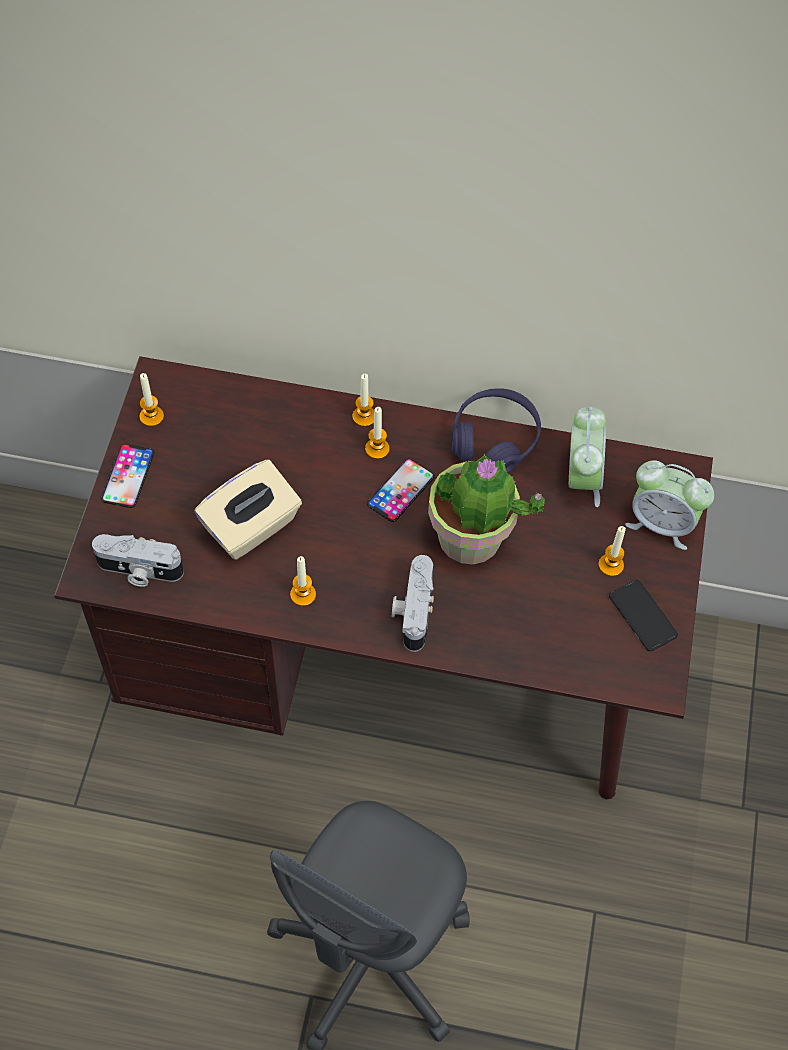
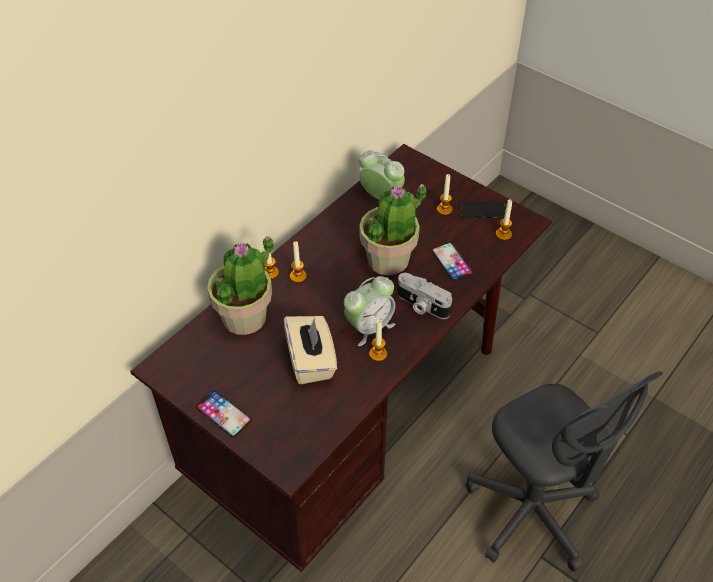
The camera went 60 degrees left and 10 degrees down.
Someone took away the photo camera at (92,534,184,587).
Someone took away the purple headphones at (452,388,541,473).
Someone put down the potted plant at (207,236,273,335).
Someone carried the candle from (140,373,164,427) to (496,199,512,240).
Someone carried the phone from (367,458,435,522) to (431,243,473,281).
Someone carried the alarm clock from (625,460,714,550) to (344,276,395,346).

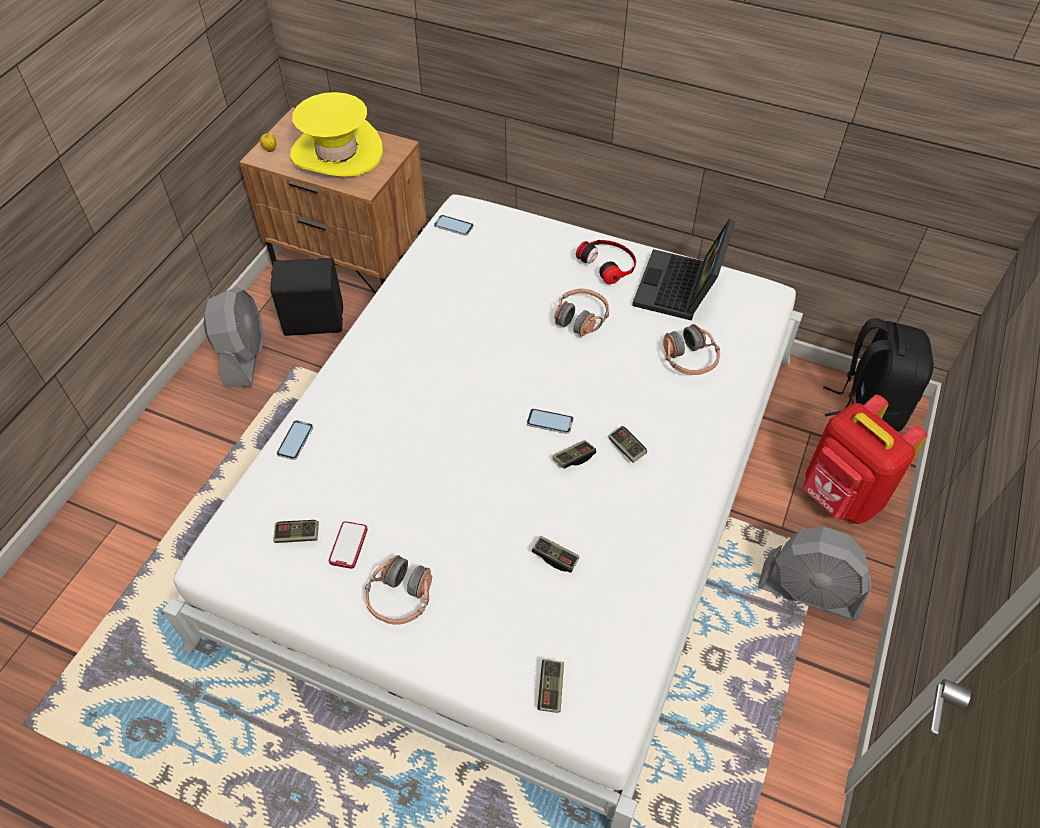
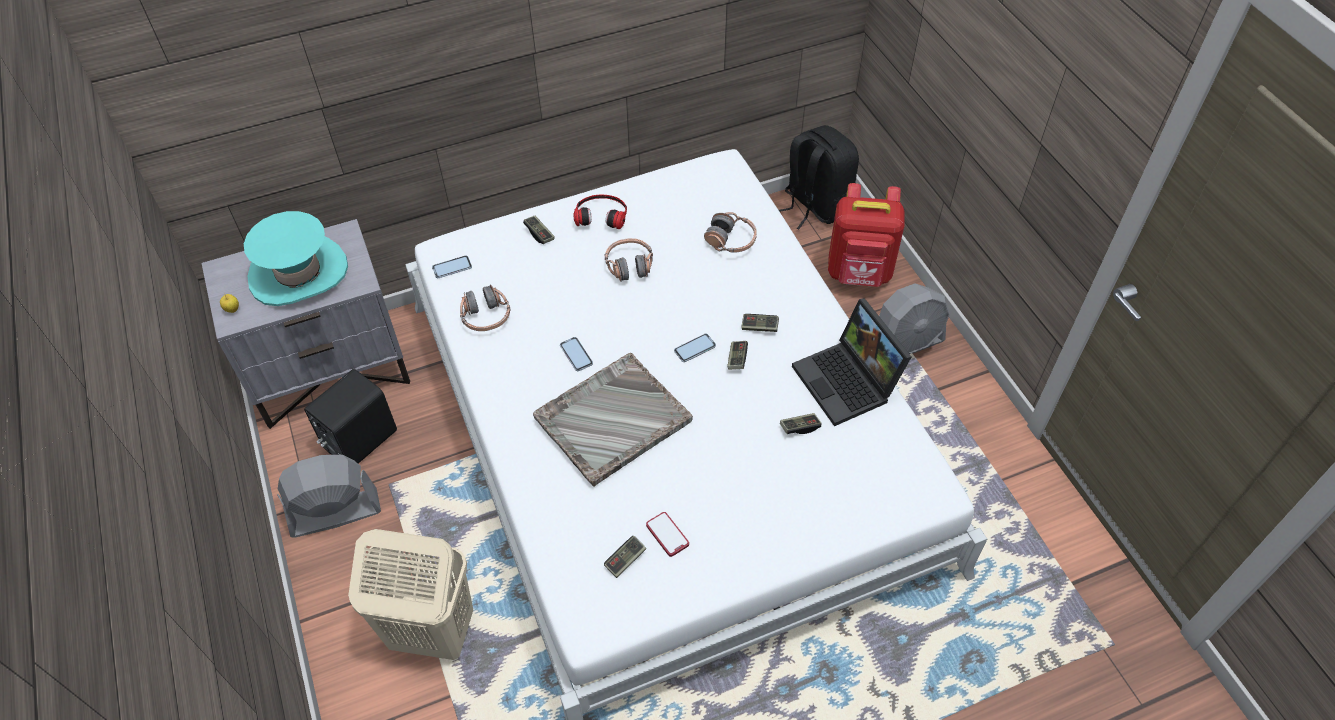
The camera went 45 degrees left and 0 degrees up.
Someone put down the beige laundry basket at (348,529,473,660).
Someone put down the grey tray at (533,353,693,487).
Someone carried the phone from (276,420,313,460) to (560,337,593,371).
Someone carried the headphones from (365,555,432,625) to (460,284,511,331).
Someone carried the game controller from (537,659,564,713) to (523,215,555,244).
Someone carried the laptop from (632,219,735,321) to (792,298,911,426).
Someone repainted the brown nightstand at (240,107,427,294), which became the grey nightstand at (202,219,410,429).
Someone repainted the yellow hat at (290,92,383,177), which became the turquoise hat at (244,211,348,306).
Someone rotated the grey fan at (204,287,264,388) by 60 degrees counterclockwise.

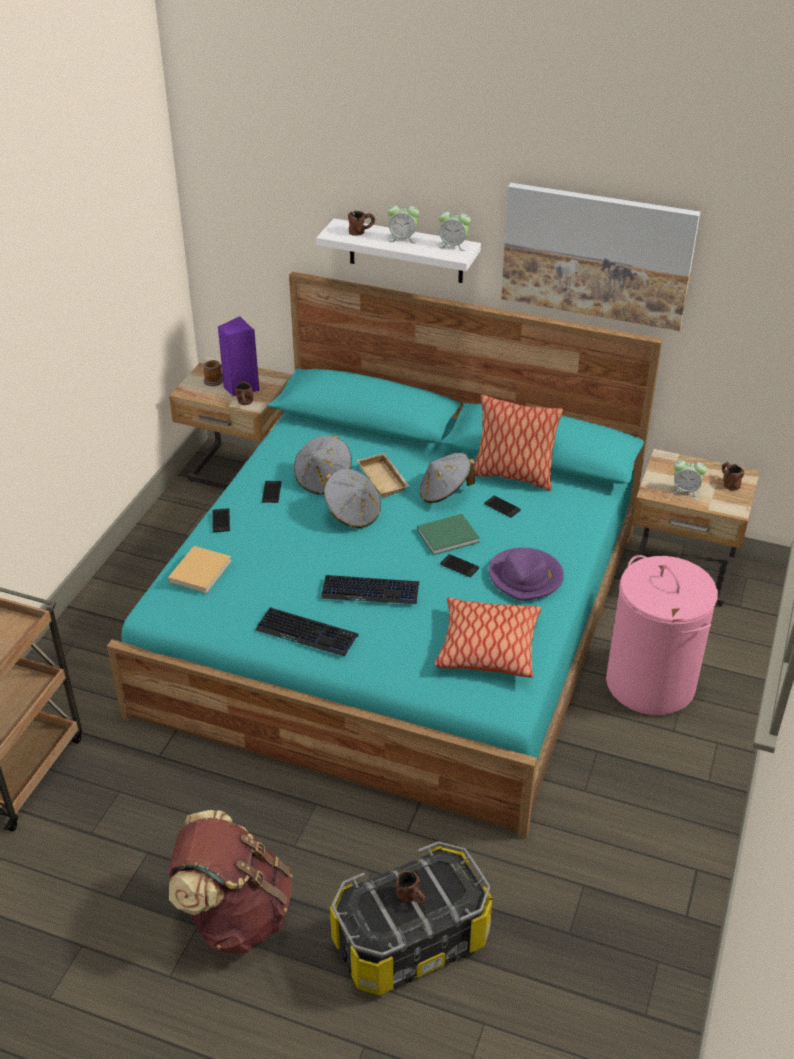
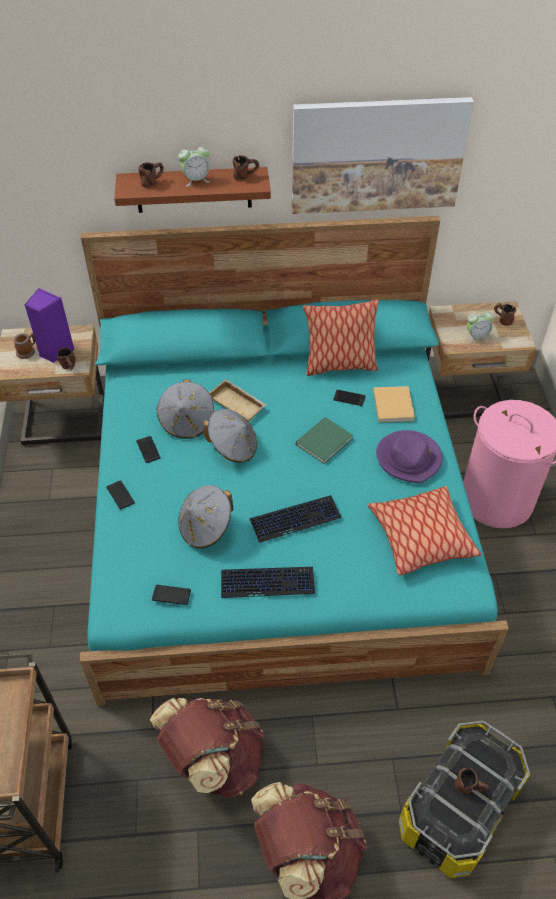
The camera went 25 degrees left and 10 degrees up.
Someone put down the brown backpack at (150,697,265,797).
Someone carried the beige book from (168,546,232,593) to (373,386,415,422).
Someone carried the grey hat from (420,453,475,503) to (178,485,233,549).
Someone carried the phone from (440,554,479,577) to (152,585,191,605).
Someone swapped the alarm clock at (439,207,471,251) for the brown mug at (232,155,259,180).
Someone repainted the white shelf at (316,218,481,283), which became the brown shelf at (114,167,271,213).

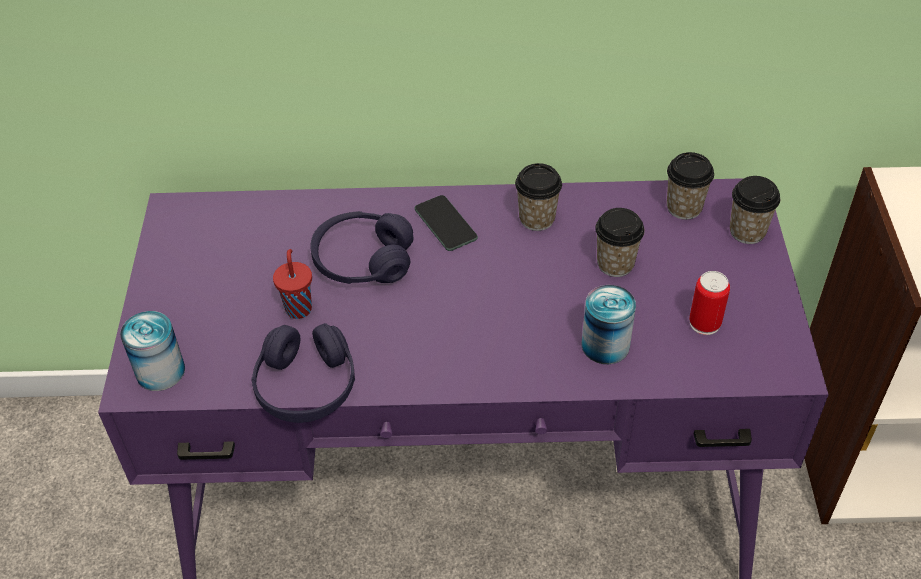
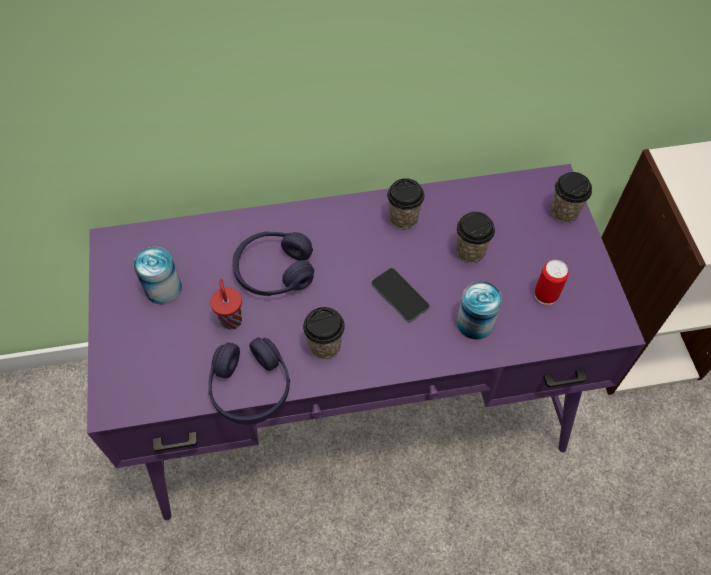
The camera went 10 degrees left and 10 degrees up.
Someone carried the can from (120,311,185,391) to (134,247,182,304).
Someone carried the phone from (414,195,478,251) to (371,268,430,322).
Someone carried the cup from (667,152,714,220) to (303,307,345,359).

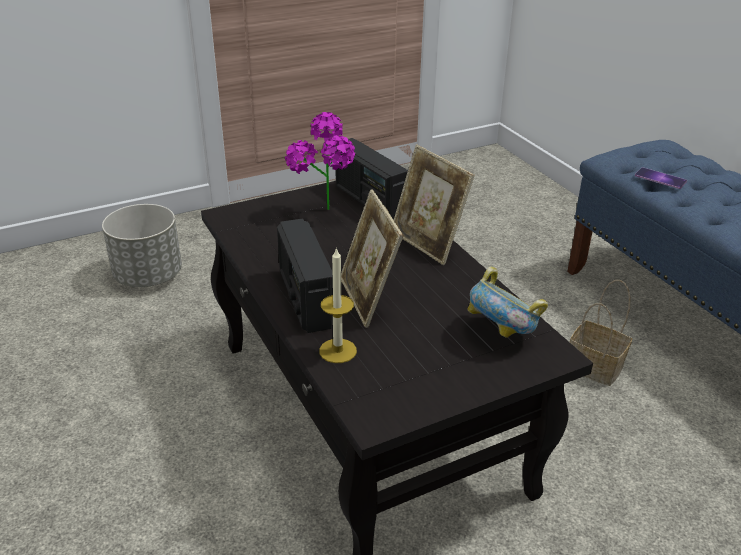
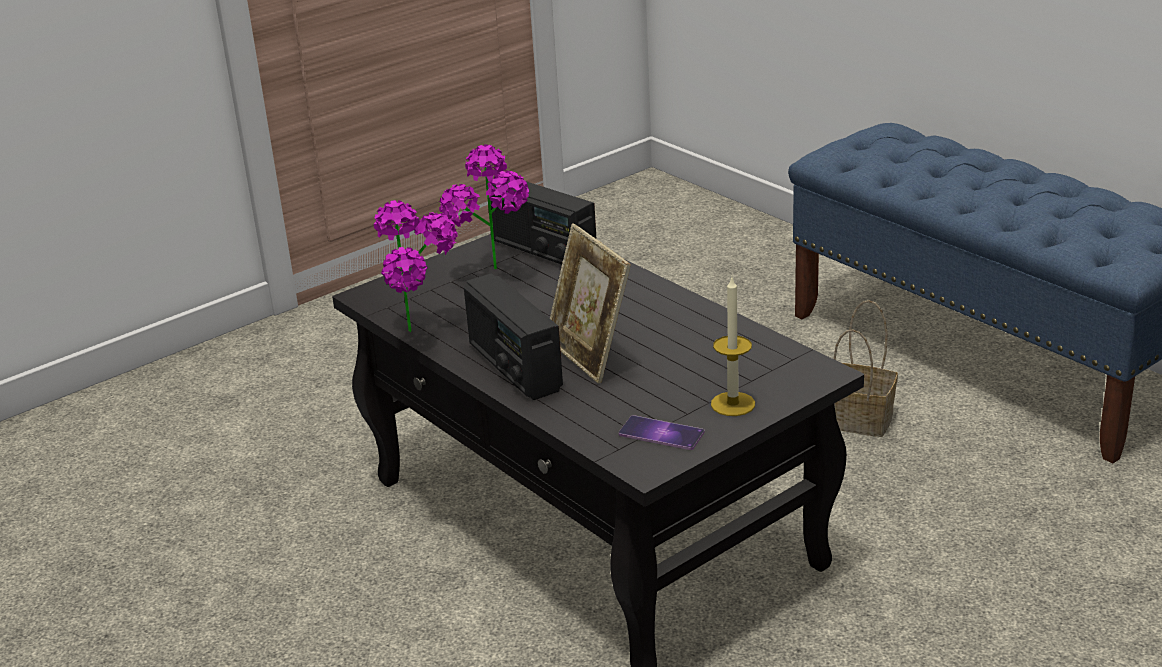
The camera went 10 degrees left and 5 degrees down.
Someone took away the grey planter at (102,204,182,287).
Someone took away the picture frame at (394,145,474,265).
Someone took away the bowl at (467,266,548,338).
Someone put down the potted plant at (374,200,458,332).
Someone carried the candle from (319,247,357,363) to (711,278,755,416).
Someone carried the phone from (635,167,687,189) to (619,415,705,450).

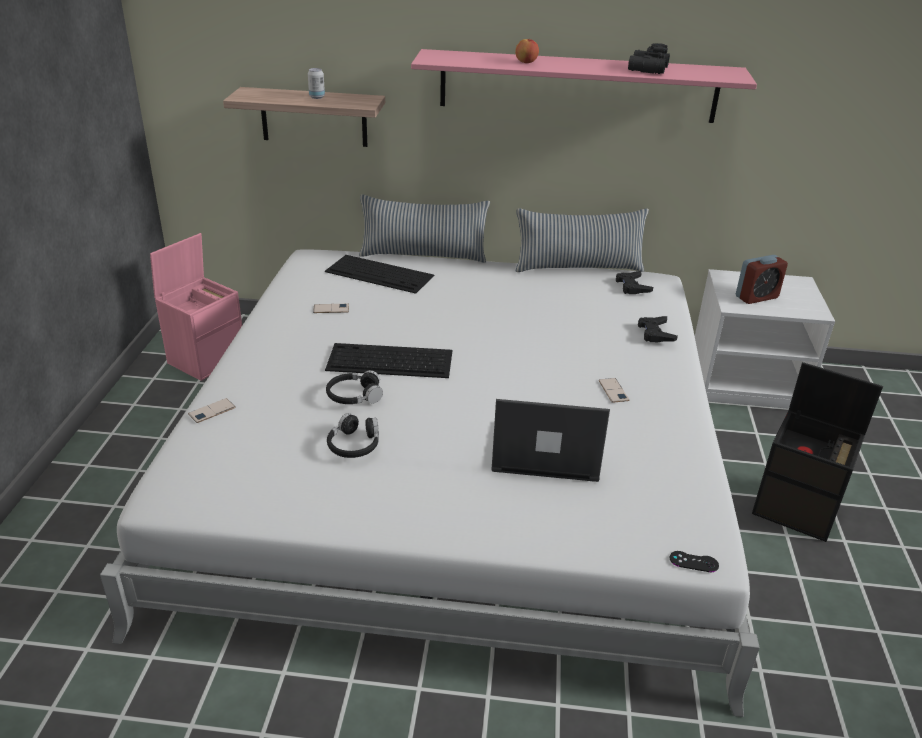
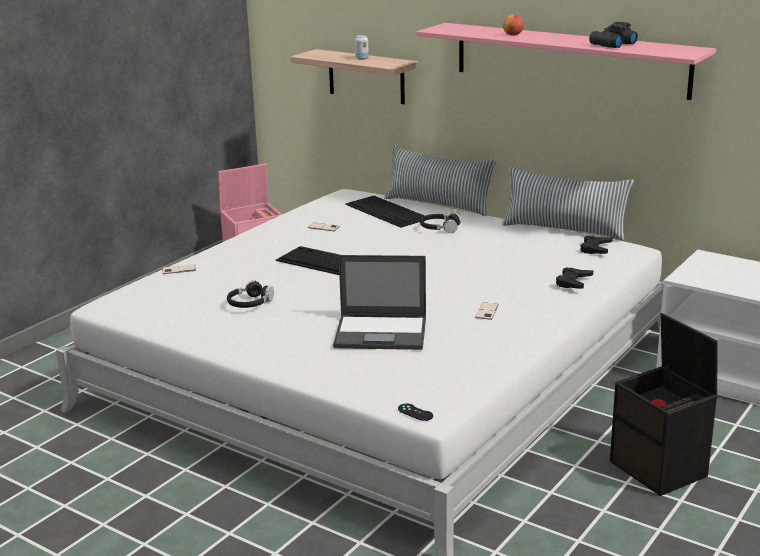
The camera went 30 degrees right and 10 degrees down.
Someone took away the alarm clock at (736,255,788,304).
Someone carried the black headphones from (326,370,383,404) to (420,213,462,233).
Someone rotated the laptop at (491,399,610,482) by 150 degrees clockwise.

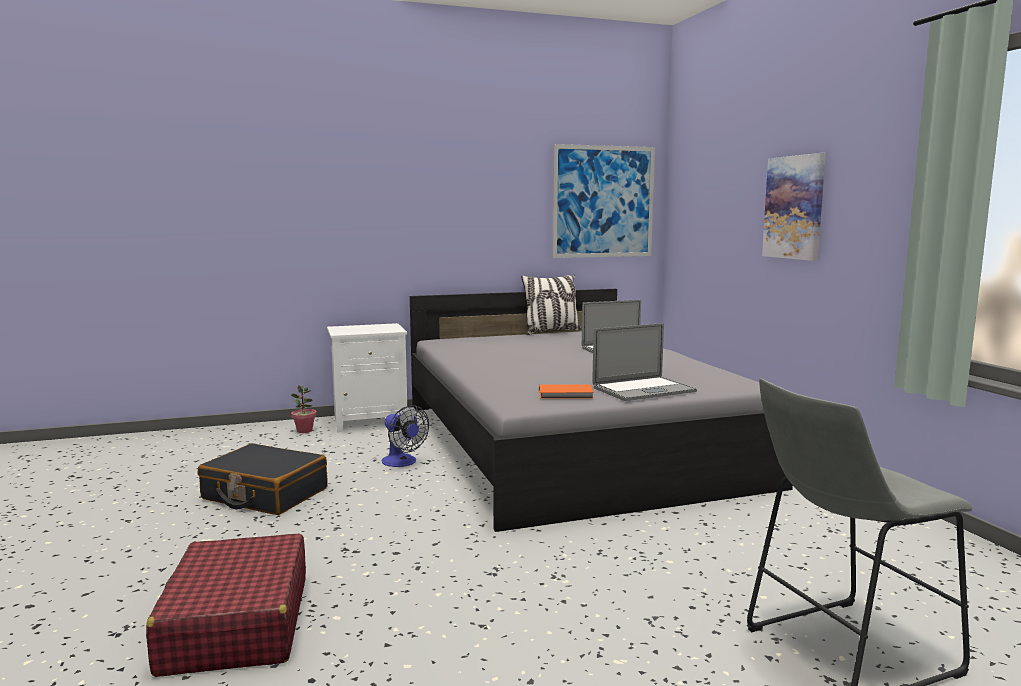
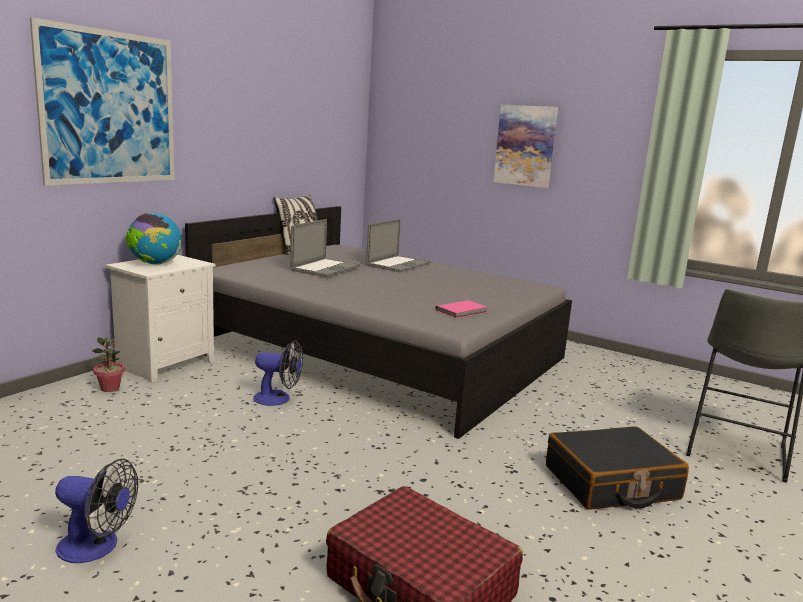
The camera went 40 degrees left and 5 degrees up.
Someone put down the fan at (55,459,138,563).
Someone put down the globe at (126,213,181,264).
Someone carried the black suitcase from (198,443,328,515) to (546,426,689,510).
Someone carried the picture from (552,144,655,258) to (30,17,175,186).
Someone carried the laptop from (592,323,697,401) to (290,219,360,277).
Someone repainted the orange book at (539,385,594,399), which became the pink book at (435,300,488,318).

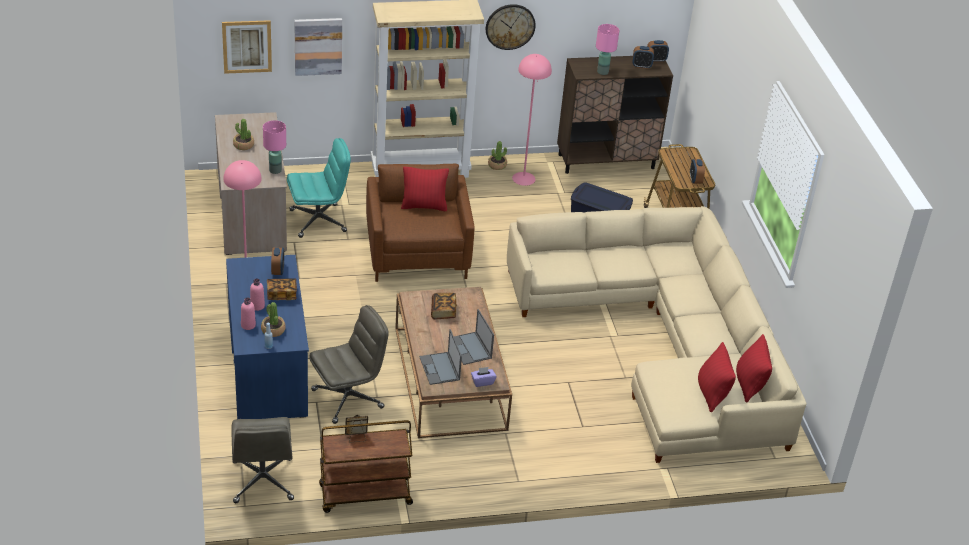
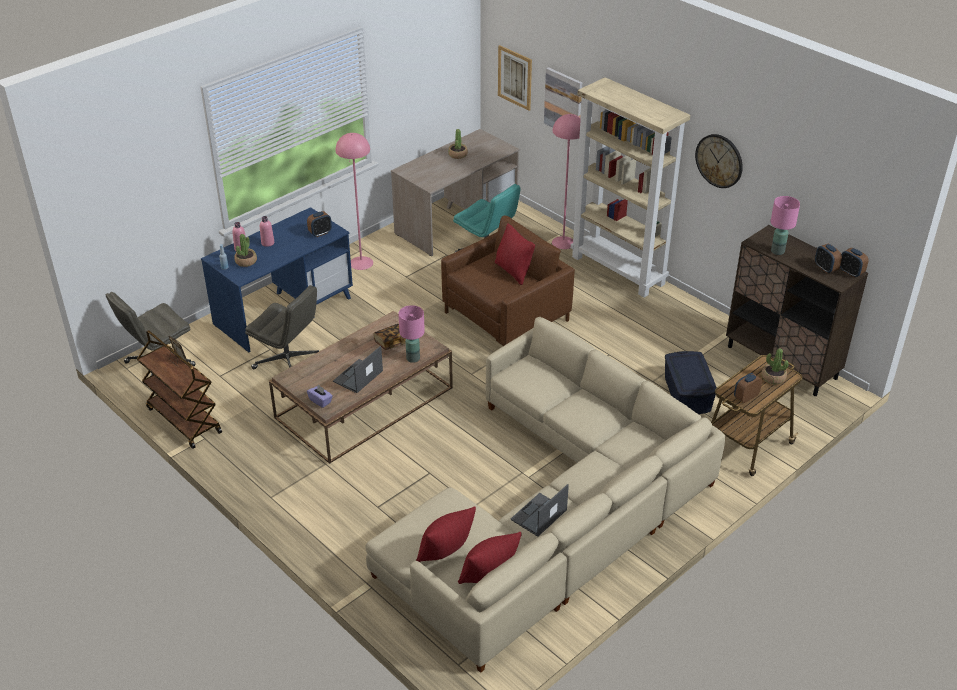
The camera went 60 degrees right and 0 degrees up.
Someone took away the book at (267,278,297,300).
Someone carried the pink table lamp from (263,120,286,174) to (398,305,425,363).
Someone carried the laptop from (419,329,462,385) to (510,484,569,537).
Someone carried the potted plant from (488,141,507,170) to (762,348,789,384).
Someone carried the pink floor lamp from (512,54,552,186) to (552,114,581,249).

